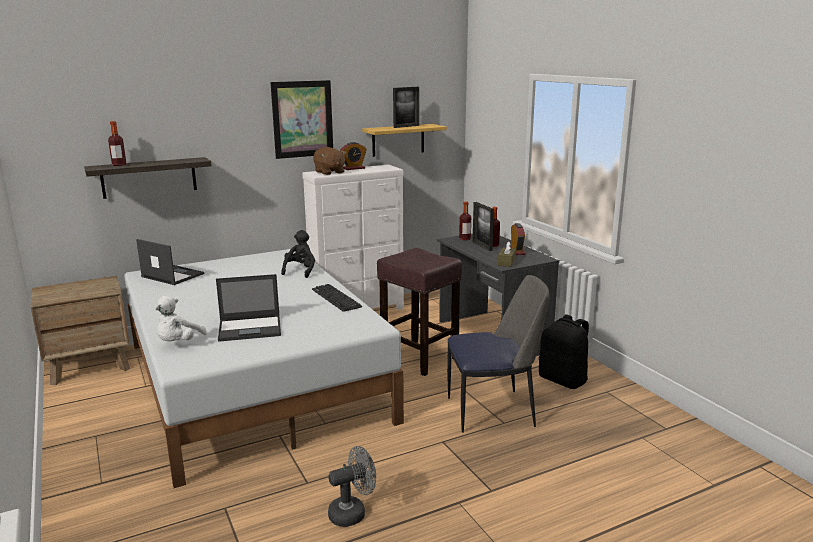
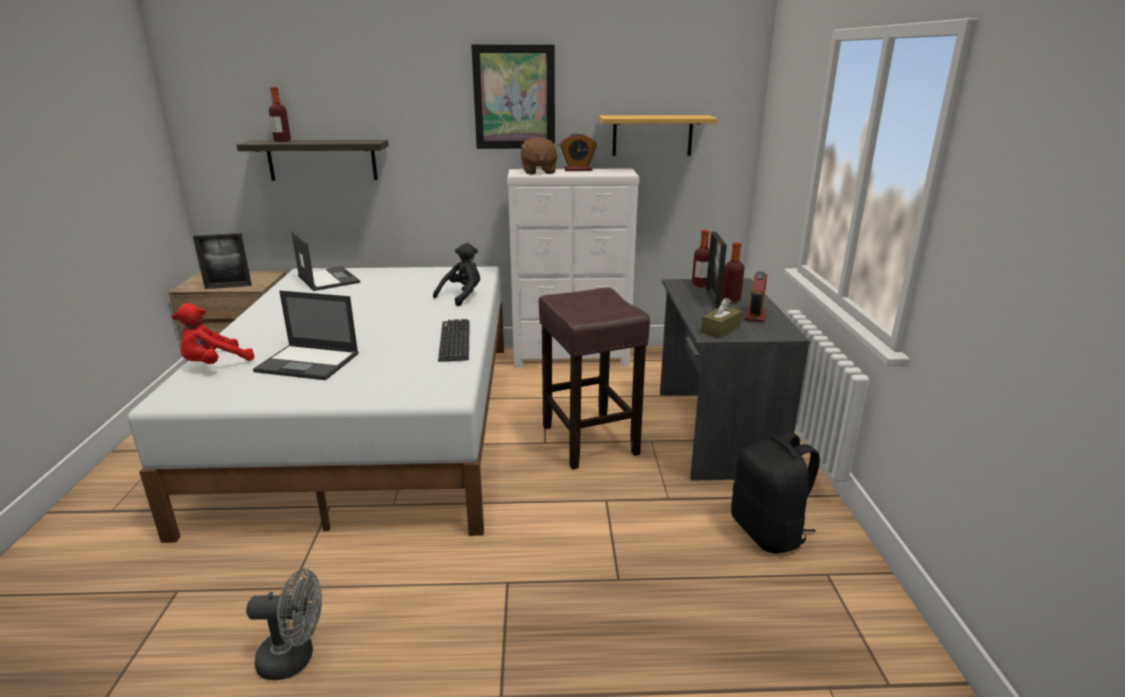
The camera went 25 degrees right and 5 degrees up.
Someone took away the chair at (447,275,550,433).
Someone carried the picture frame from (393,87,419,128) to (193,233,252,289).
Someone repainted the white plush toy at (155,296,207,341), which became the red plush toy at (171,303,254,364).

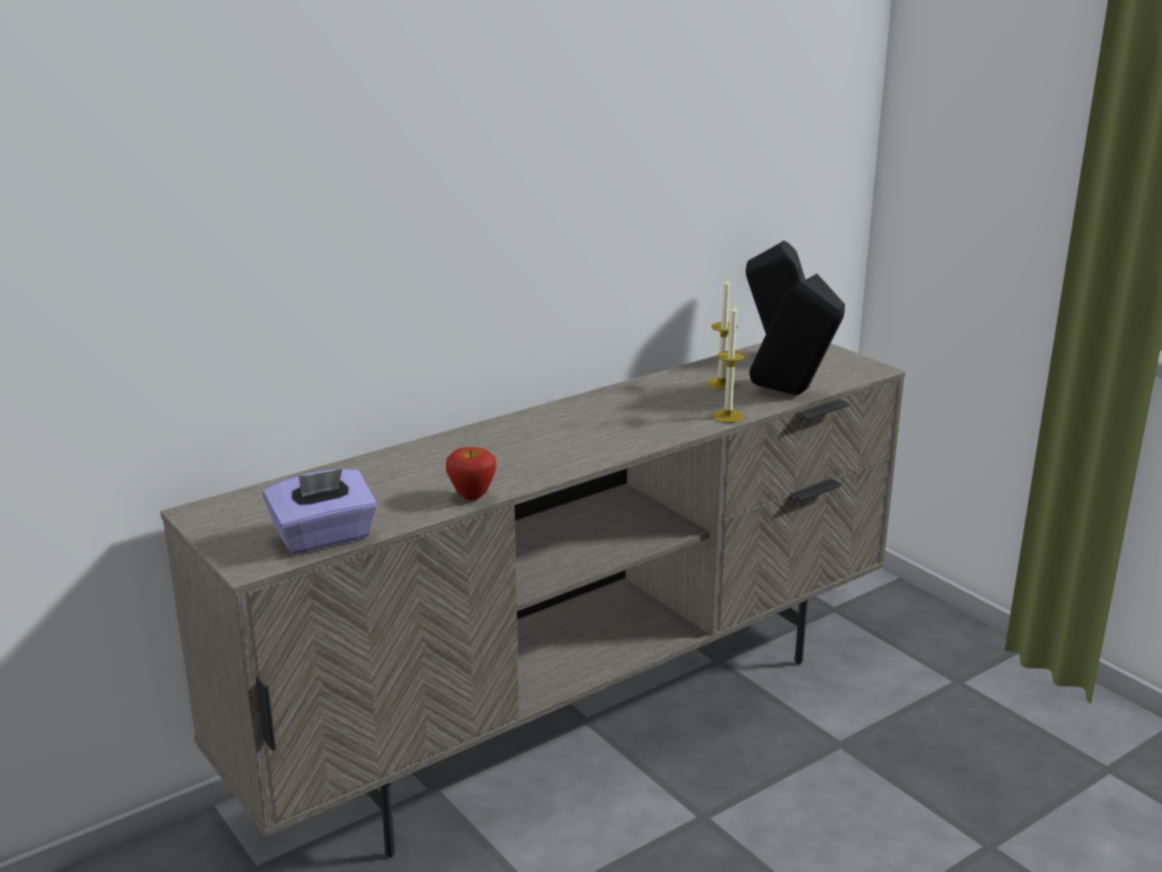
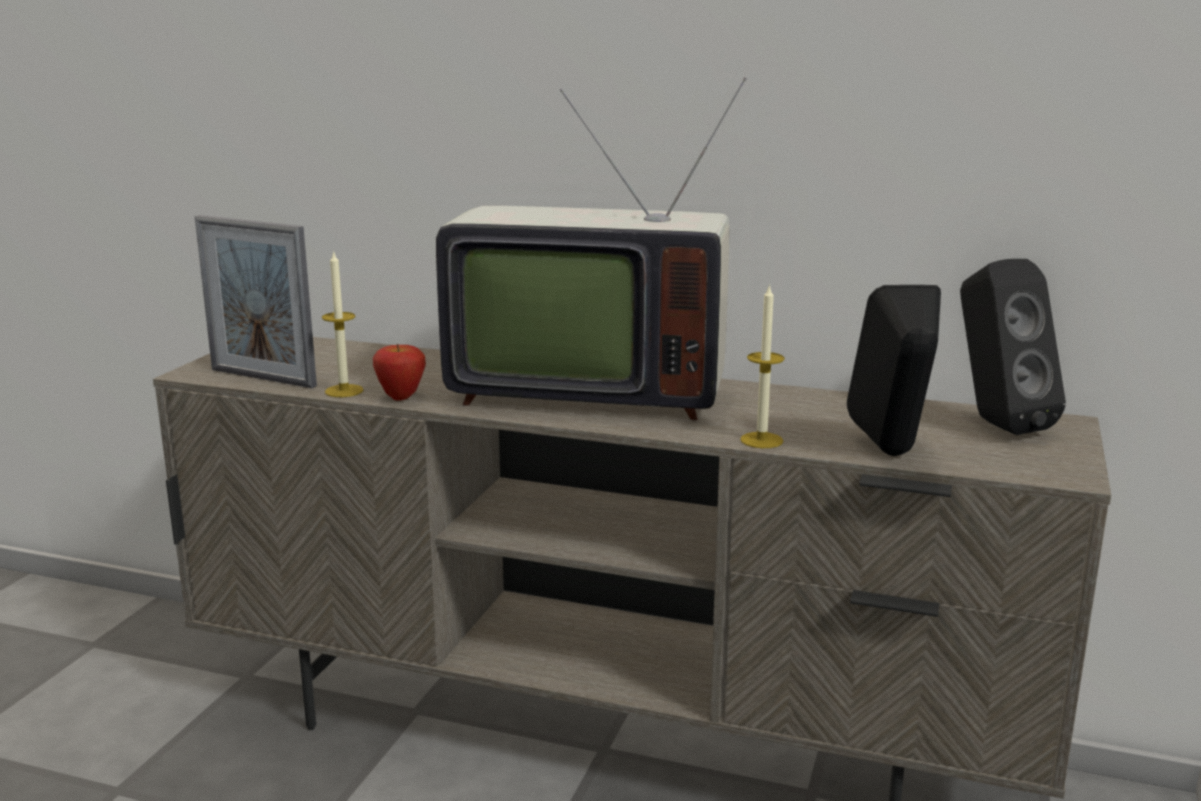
The camera went 55 degrees right and 5 degrees down.
Someone put down the television at (436,77,747,420).
Someone carried the candle from (707,277,737,390) to (322,250,364,397).
Someone swapped the purple tissue box at (263,469,377,554) for the picture frame at (194,215,317,388).

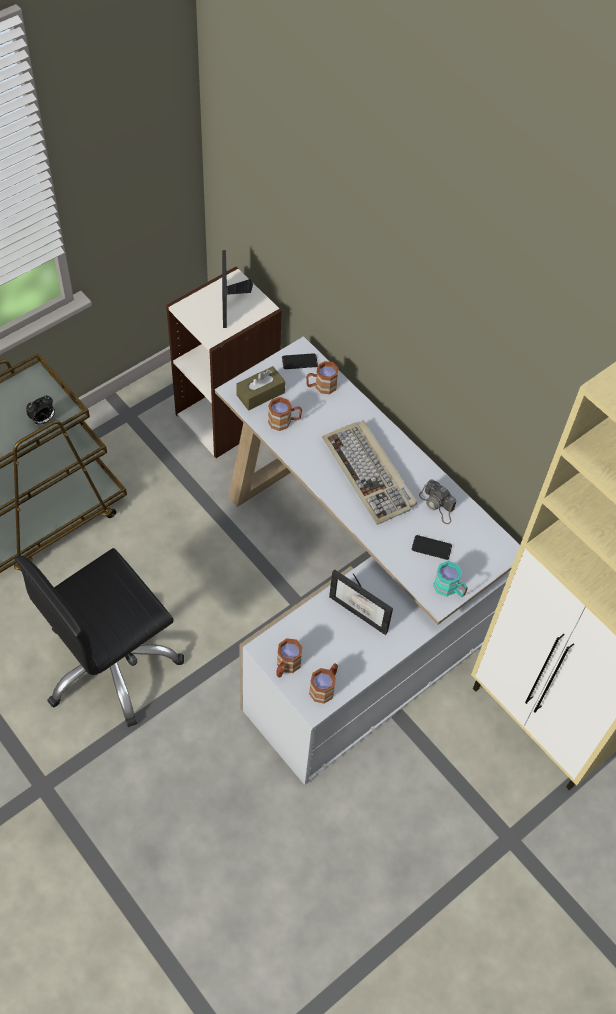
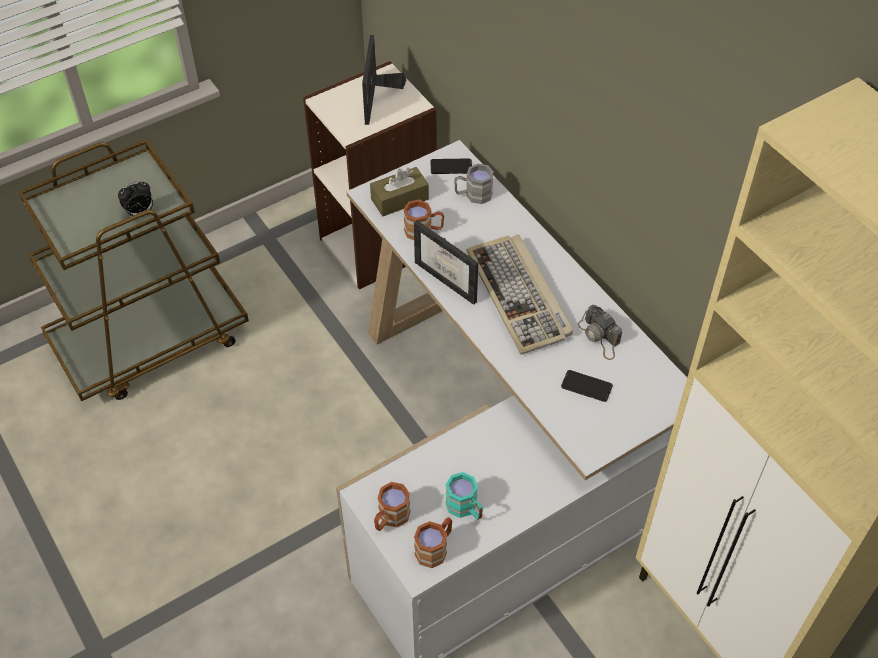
The camera went 10 degrees right and 5 degrees down.
Someone took away the black office chair at (15,548,184,727).
Someone carried the picture frame from (329,569,393,635) to (414,220,478,305).
Someone carried the turquoise mug from (433,561,468,597) to (445,472,483,520).
Someone repainted the brown mug at (306,361,339,394), which became the grey mug at (454,164,494,204).

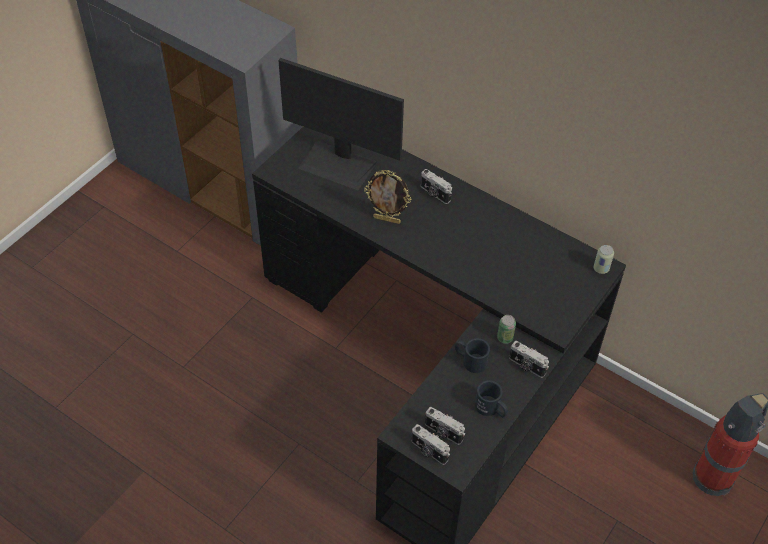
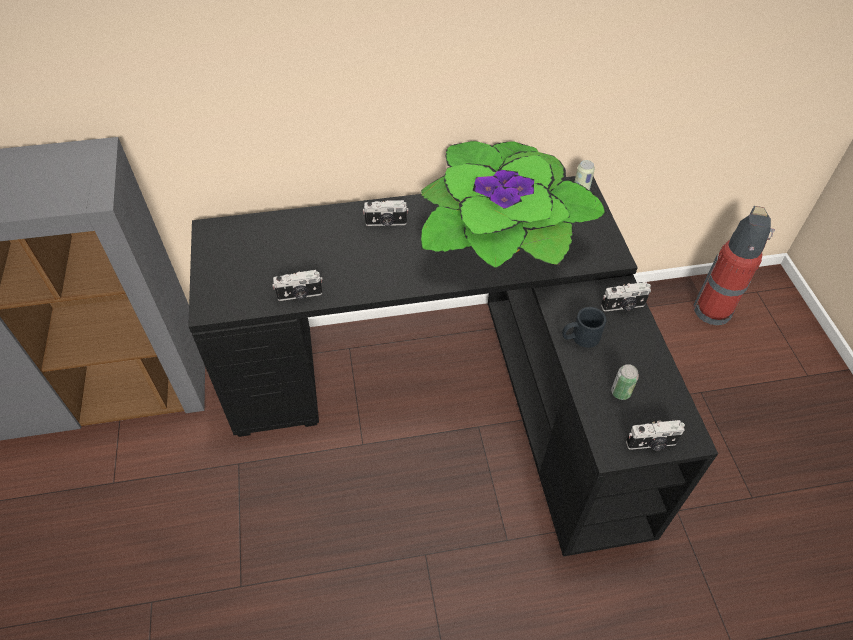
The camera went 45 degrees left and 0 degrees up.
Someone took away the monitor at (278,58,404,190).
Someone took away the picture frame at (364,170,412,224).
Someone took away the black mug at (475,380,508,417).
Someone put down the potted plant at (421,141,606,270).
Someone carried the photo camera from (425,407,465,445) to (272,270,323,301).
Someone carried the can from (497,315,516,344) to (611,364,639,400).

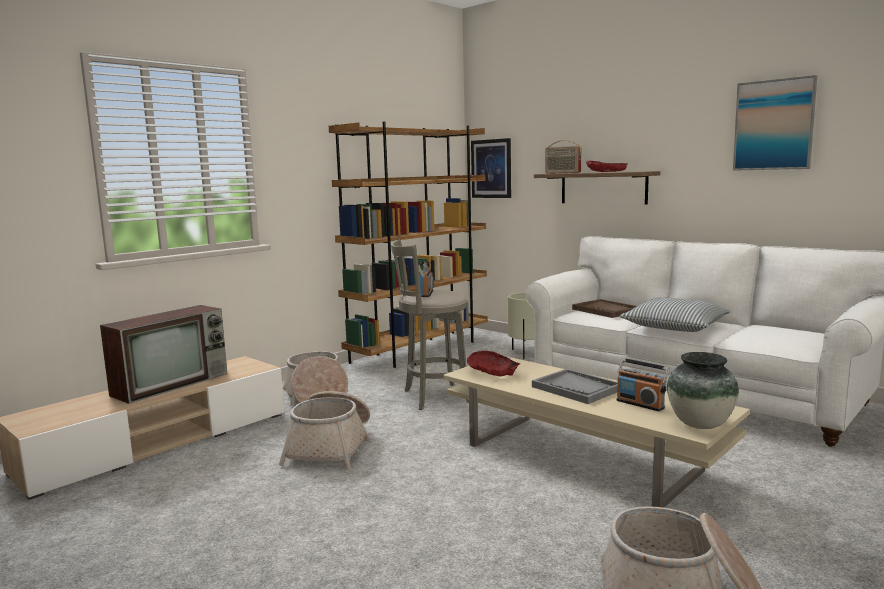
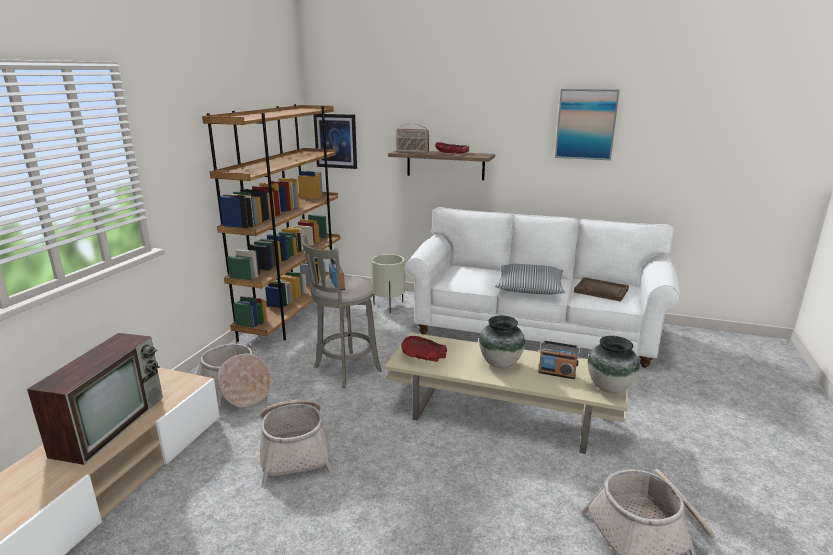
The camera went 25 degrees left and 10 degrees up.
Someone carried the brown tray from (572,299,637,318) to (574,277,629,302).
Someone swapped the grey tray at (532,369,618,404) for the vase at (479,316,525,368).

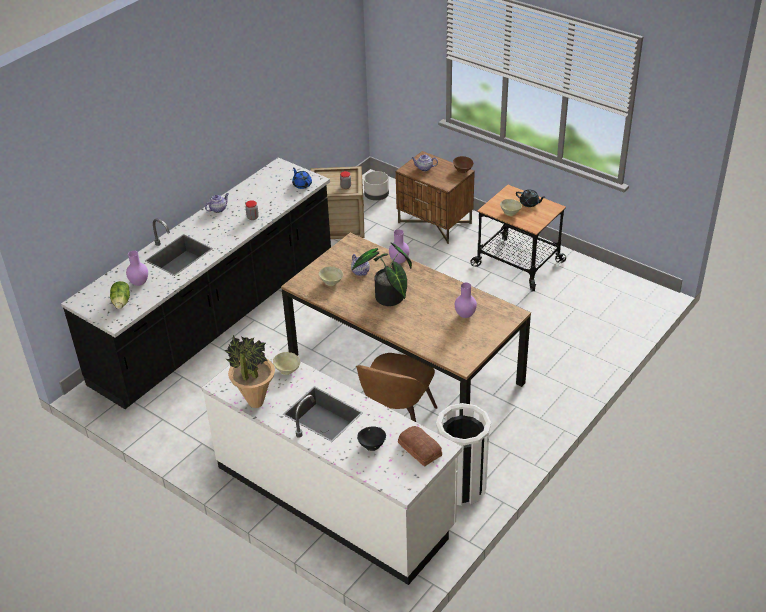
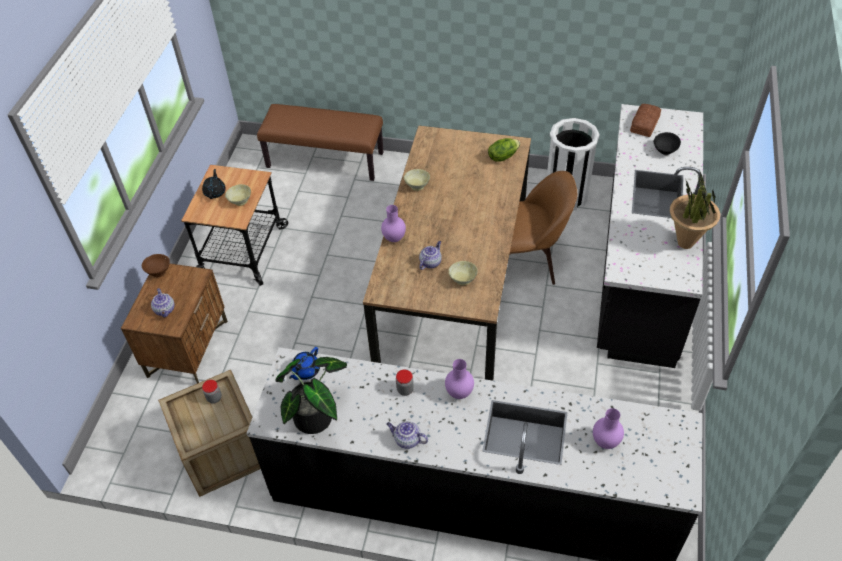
The camera went 115 degrees left and 10 degrees up.
Someone took away the grey planter at (364,171,389,201).
Someone put down the brown bench at (257,104,383,181).
Someone carried the lettuce from (110,281,130,309) to (488,138,520,162).
Someone carried the beige bowl from (273,352,300,375) to (404,169,430,191).
Someone carried the potted plant from (352,242,412,306) to (276,357,347,434).
Someone carried the purple vase from (455,282,477,318) to (445,359,474,399).
Someone repainted the white counter at (202,340,462,585), which became the black counter at (597,104,703,368).

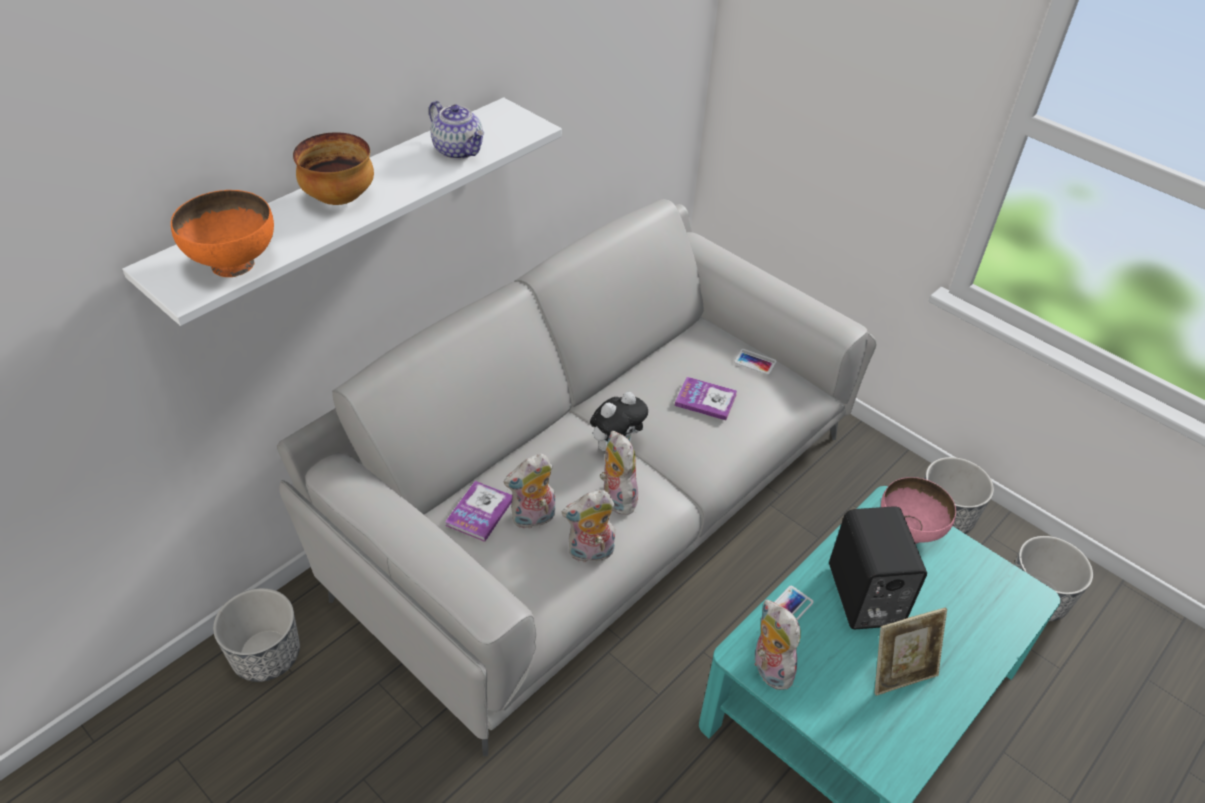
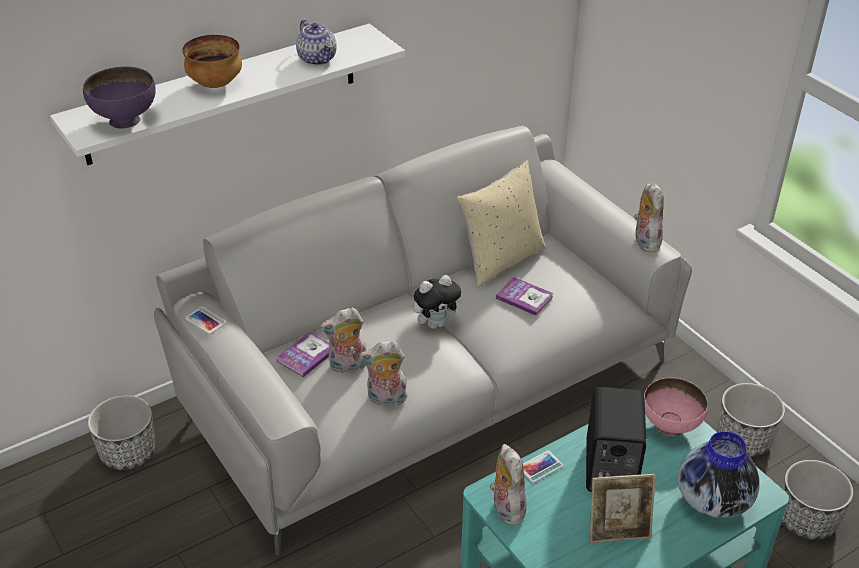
The camera went 15 degrees right and 5 degrees down.
Someone put down the beige pillow at (456,160,546,288).
Someone put down the vase at (678,431,760,518).
Someone carried the plush toy from (600,431,638,515) to (634,182,664,253).
Someone carried the phone from (734,349,777,375) to (185,307,227,334).
Someone repainted the orange bowl at (171,190,274,277), which became the purple bowl at (83,66,156,129).

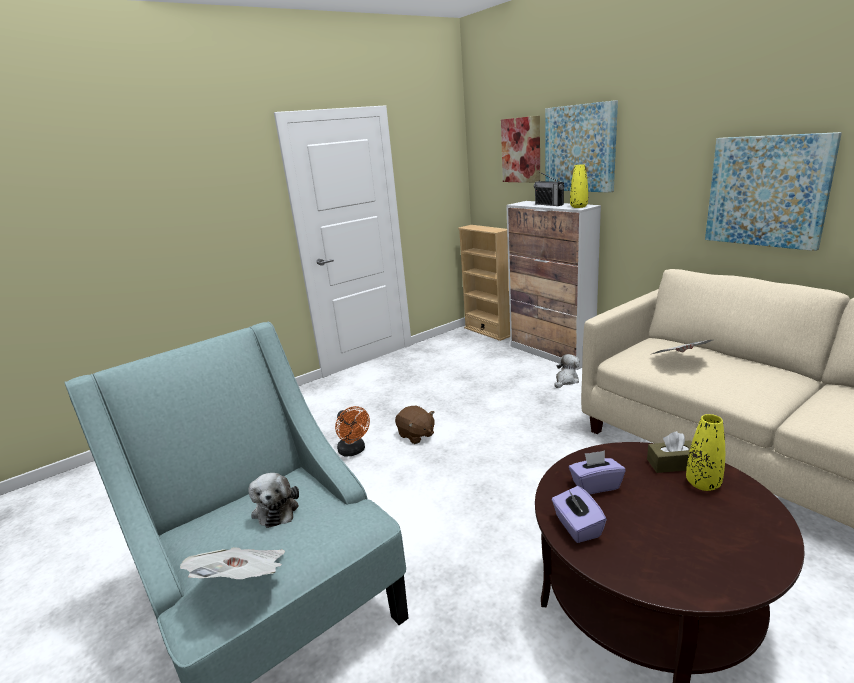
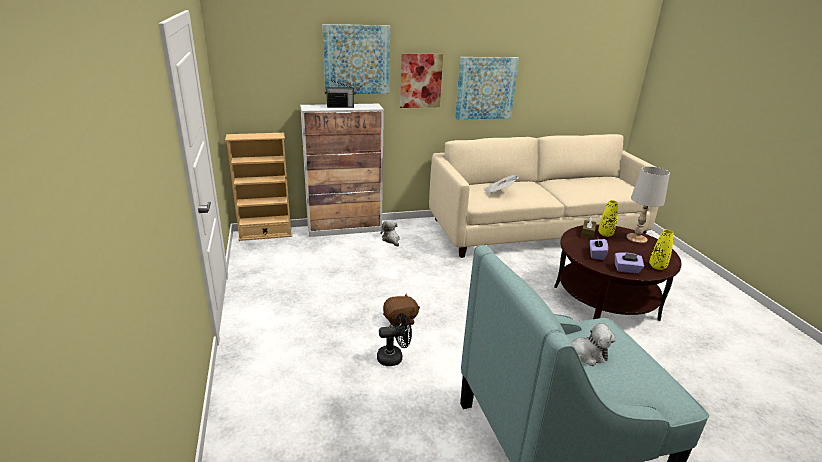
The camera went 70 degrees left and 5 degrees up.
Someone took away the newspaper at (180,547,285,579).
Someone put down the white table lamp at (627,166,670,243).
Someone carried the picture from (501,116,540,183) to (400,54,443,108).
Someone carried the yellow vase from (570,164,588,208) to (649,230,674,270).
Someone repainted the orange fan at (335,406,370,456), which became the black fan at (377,313,412,366).

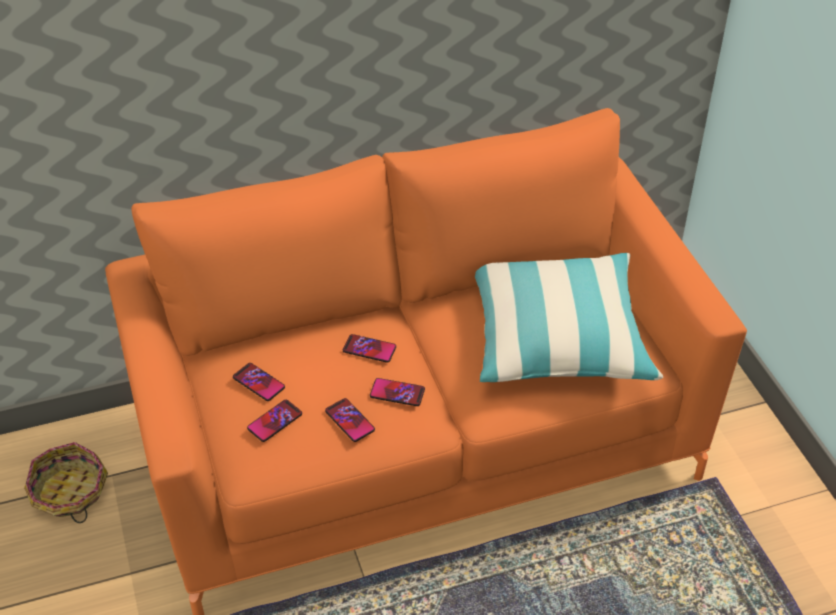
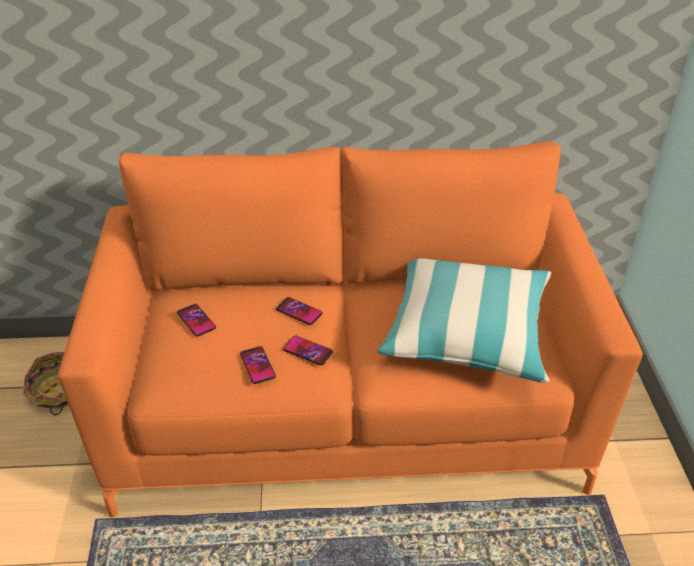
The camera went 15 degrees right and 5 degrees down.
Someone took away the phone at (247,400,302,442).

